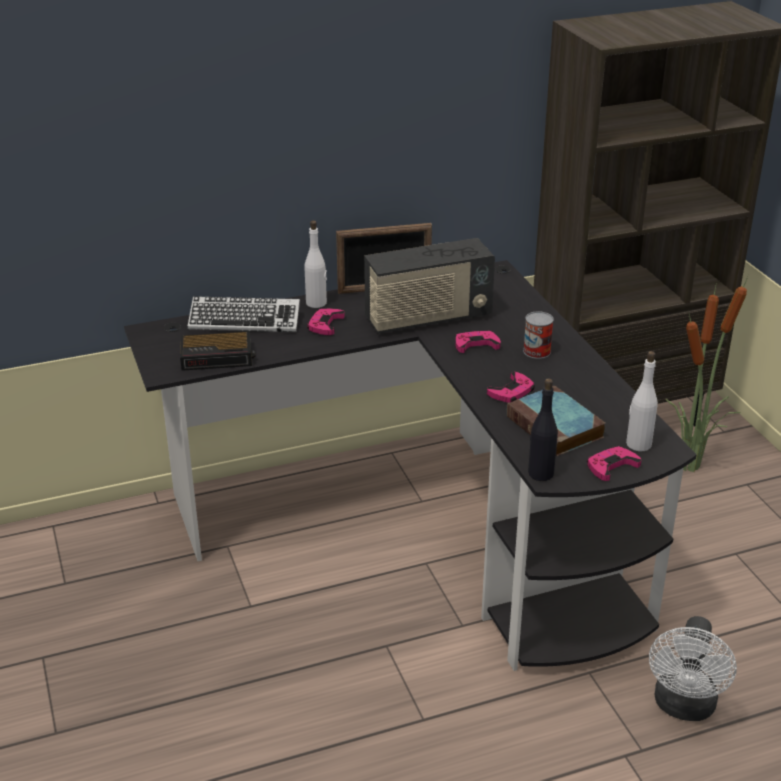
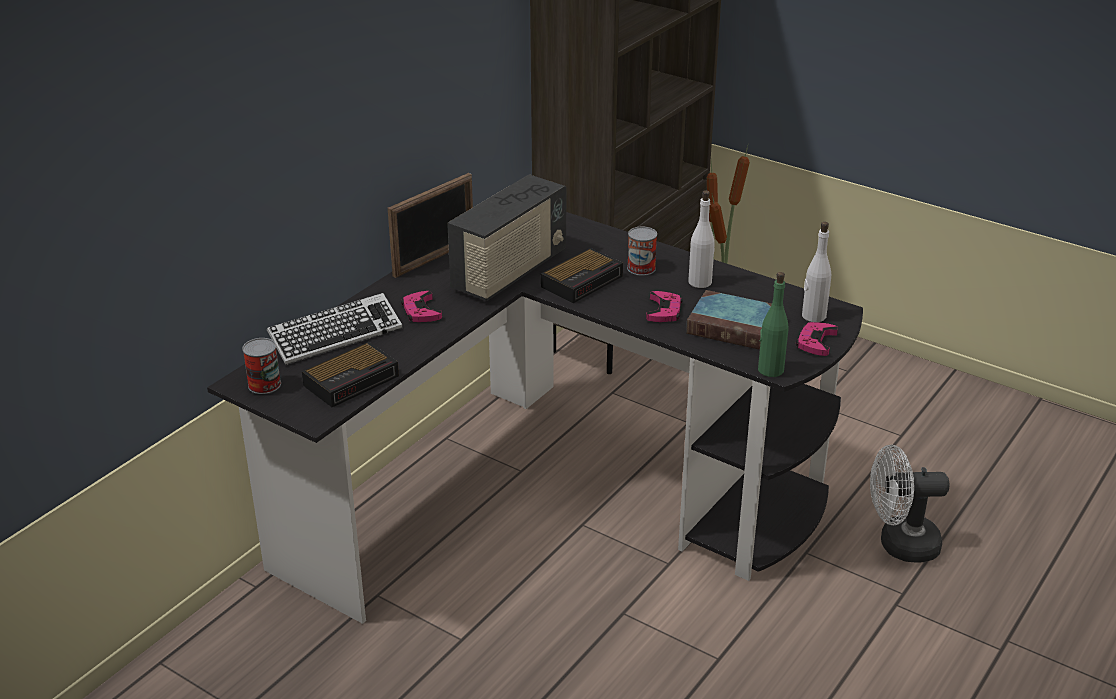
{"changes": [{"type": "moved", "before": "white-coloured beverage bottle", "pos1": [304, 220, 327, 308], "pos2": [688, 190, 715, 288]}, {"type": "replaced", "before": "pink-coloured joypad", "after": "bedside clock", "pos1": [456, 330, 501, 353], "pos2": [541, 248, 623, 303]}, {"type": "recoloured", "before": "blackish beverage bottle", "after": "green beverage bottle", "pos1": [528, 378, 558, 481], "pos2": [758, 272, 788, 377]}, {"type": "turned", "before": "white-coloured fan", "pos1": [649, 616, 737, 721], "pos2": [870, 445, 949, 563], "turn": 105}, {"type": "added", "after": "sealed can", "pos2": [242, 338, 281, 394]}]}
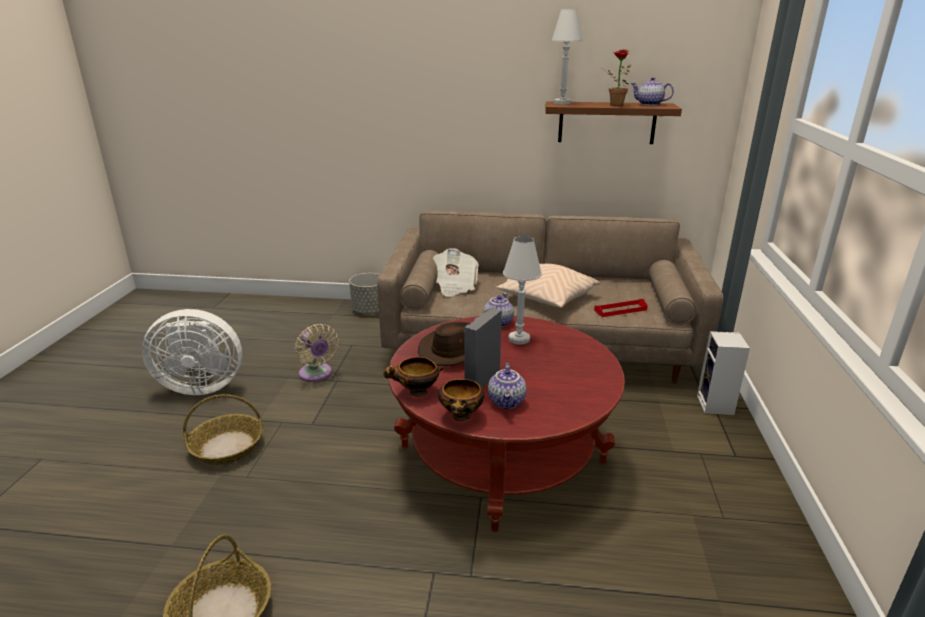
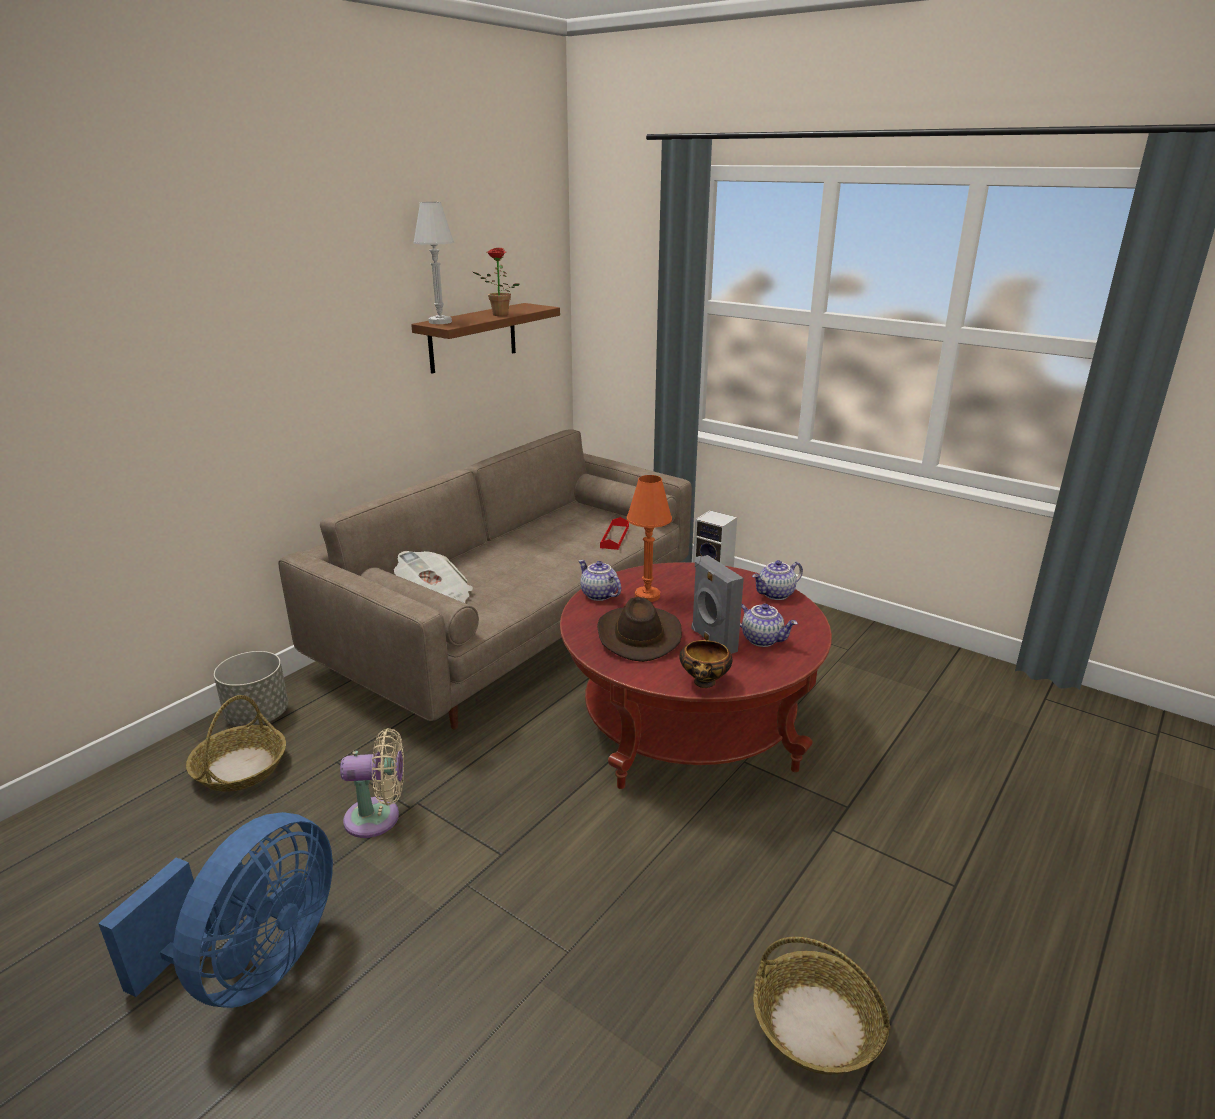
{"changes": [{"type": "moved", "before": "teapot", "pos1": [631, 77, 674, 106], "pos2": [752, 560, 803, 600]}, {"type": "recoloured", "before": "white-coloured tabletop lamp", "after": "orangey tabletop lamp", "pos1": [503, 236, 542, 345], "pos2": [627, 475, 672, 602]}, {"type": "removed", "before": "beige cushion", "pos1": [496, 264, 600, 308]}, {"type": "recoloured", "before": "white-coloured fan", "after": "bluish fan", "pos1": [142, 309, 242, 395], "pos2": [98, 812, 333, 1008]}, {"type": "removed", "before": "serving bowl", "pos1": [438, 379, 484, 421]}, {"type": "moved", "before": "household basket", "pos1": [183, 394, 263, 465], "pos2": [186, 695, 286, 792]}]}
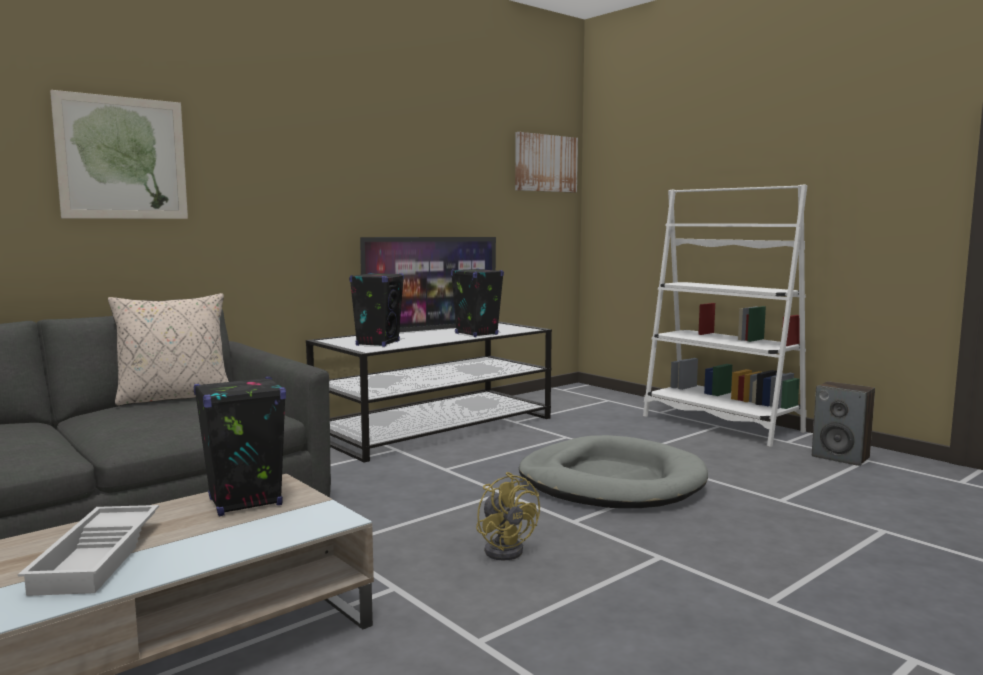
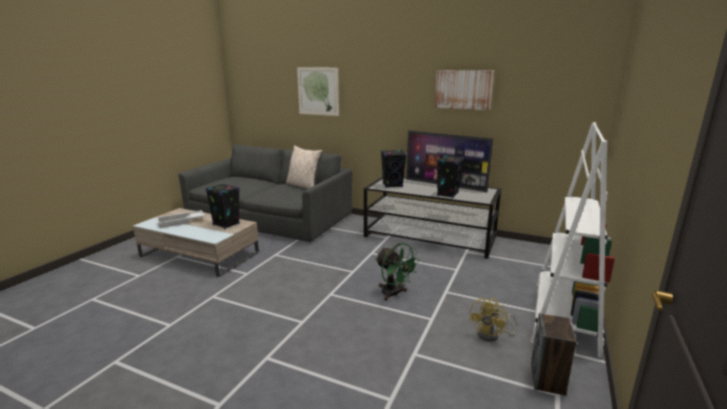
{"changes": [{"type": "moved", "before": "wall picture", "pos1": [515, 132, 578, 192], "pos2": [435, 70, 494, 110]}, {"type": "replaced", "before": "grey dog cushion", "after": "green fan", "pos1": [519, 435, 708, 508], "pos2": [375, 243, 420, 301]}, {"type": "moved", "before": "yellow fan", "pos1": [476, 472, 540, 561], "pos2": [469, 298, 517, 342]}]}
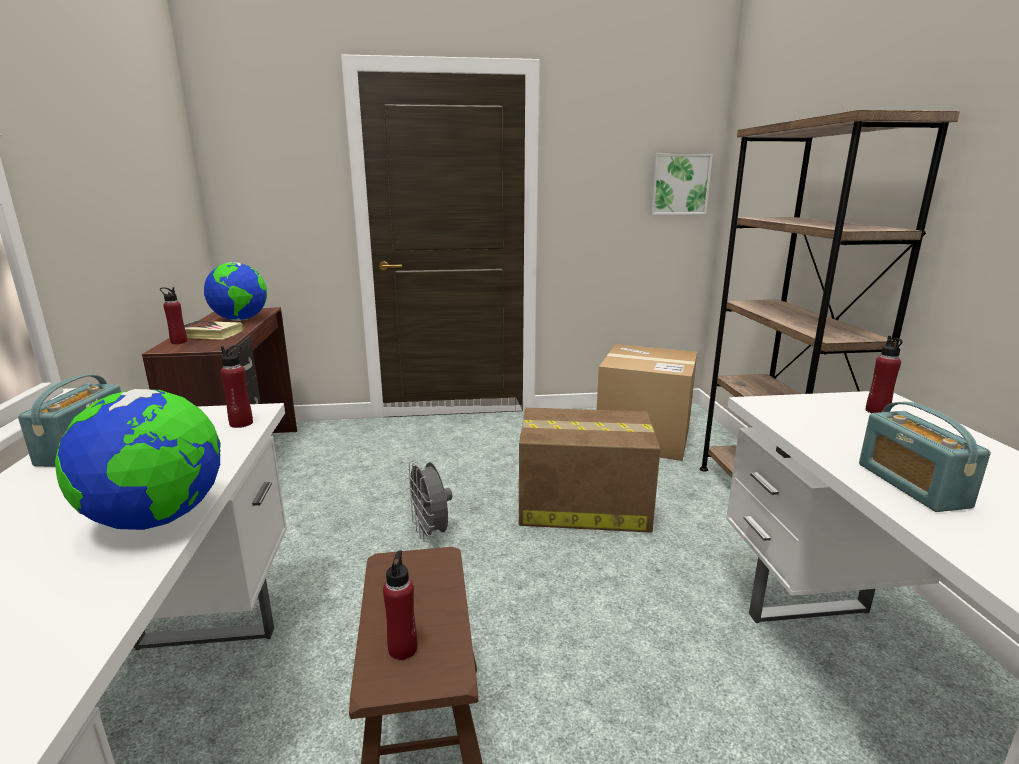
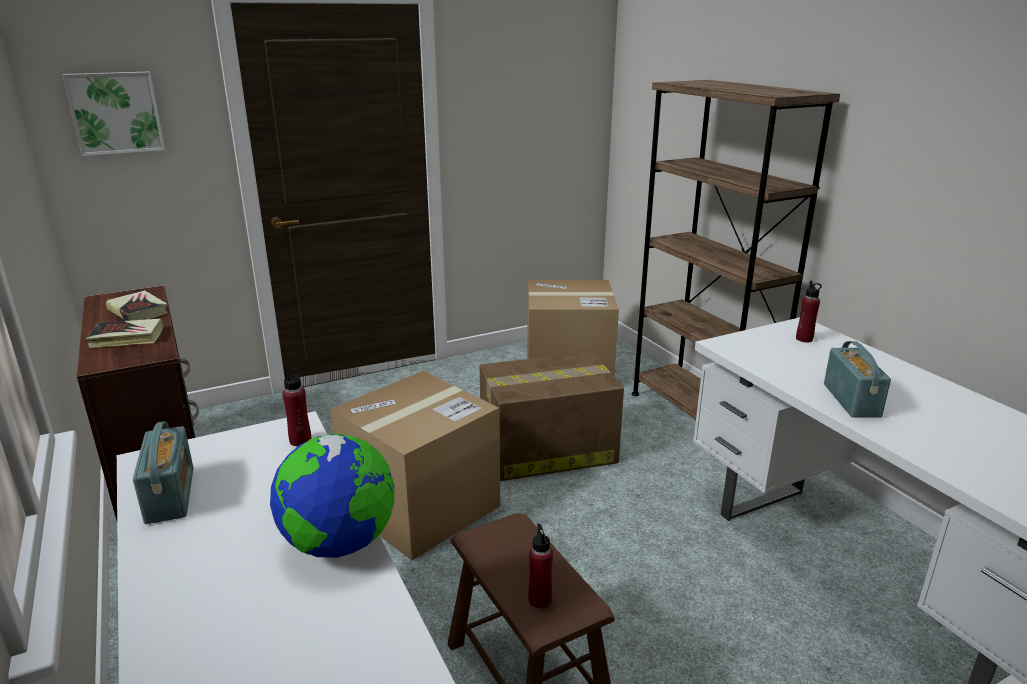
{"changes": [{"type": "moved", "before": "wall picture", "pos1": [650, 154, 713, 215], "pos2": [63, 71, 165, 156]}, {"type": "replaced", "before": "desk globe", "after": "bound book", "pos1": [204, 262, 267, 321], "pos2": [106, 290, 168, 321]}, {"type": "removed", "before": "red beverage bottle", "pos1": [160, 287, 187, 344]}, {"type": "turned", "before": "radio receiver", "pos1": [859, 402, 991, 512], "pos2": [824, 341, 891, 418], "turn": -150}, {"type": "replaced", "before": "grey fan", "after": "packing box", "pos1": [405, 460, 453, 542], "pos2": [330, 371, 500, 561]}]}
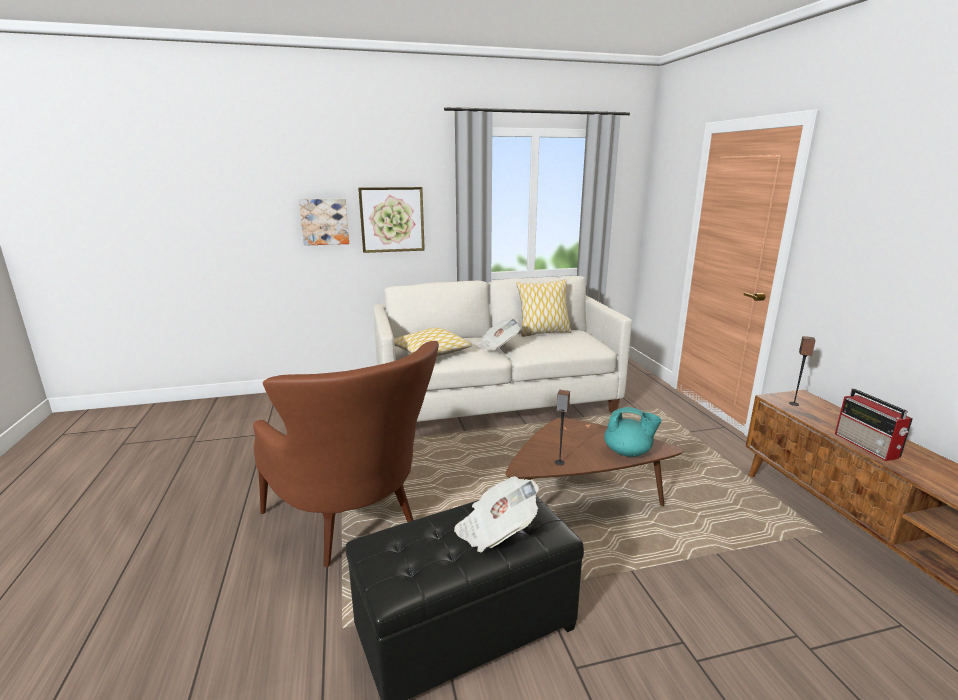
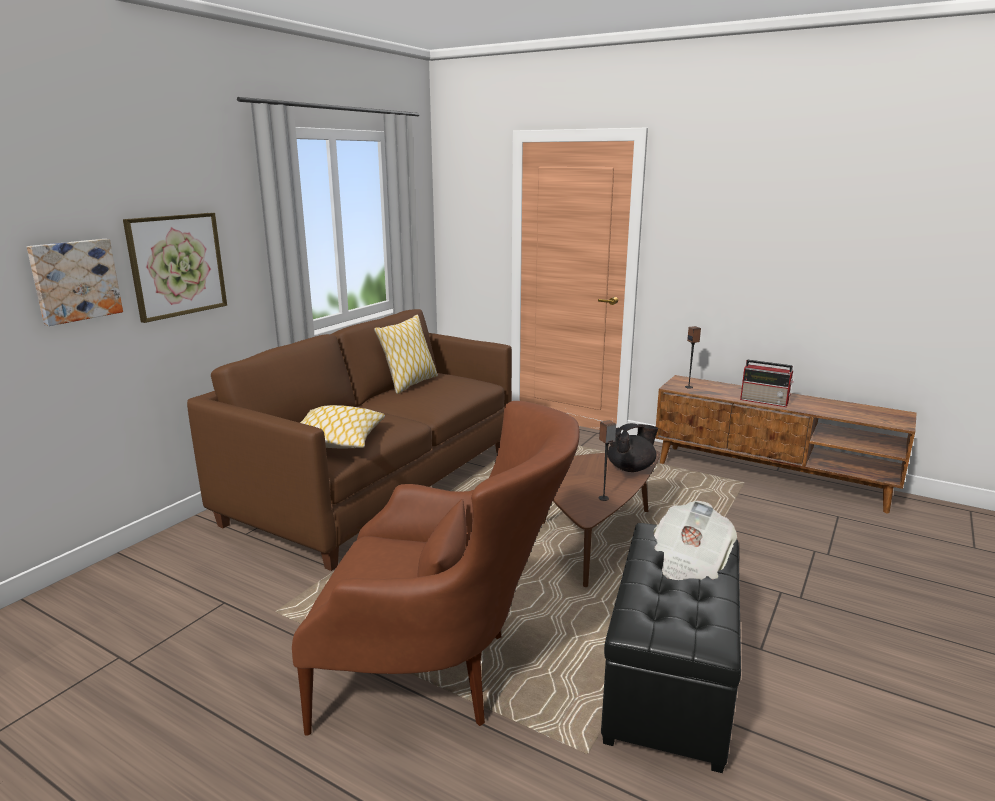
{"changes": [{"type": "recoloured", "before": "white-coloured settee", "after": "brownish settee", "pos1": [374, 276, 632, 422], "pos2": [187, 309, 512, 571]}, {"type": "removed", "before": "newspaper", "pos1": [476, 319, 520, 351]}, {"type": "recoloured", "before": "turquoise teapot", "after": "blackish teapot", "pos1": [604, 407, 662, 457], "pos2": [608, 423, 658, 472]}]}
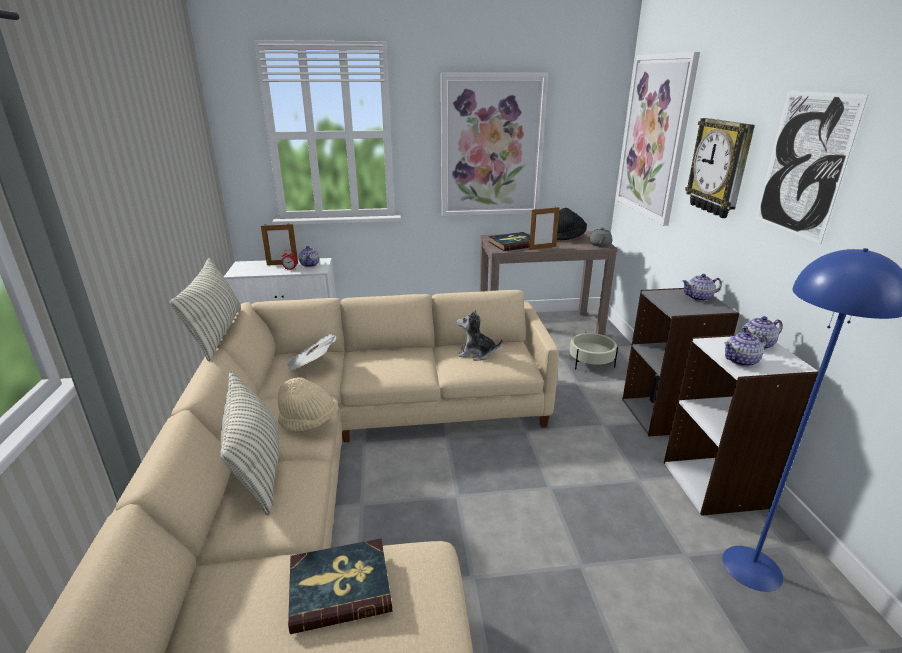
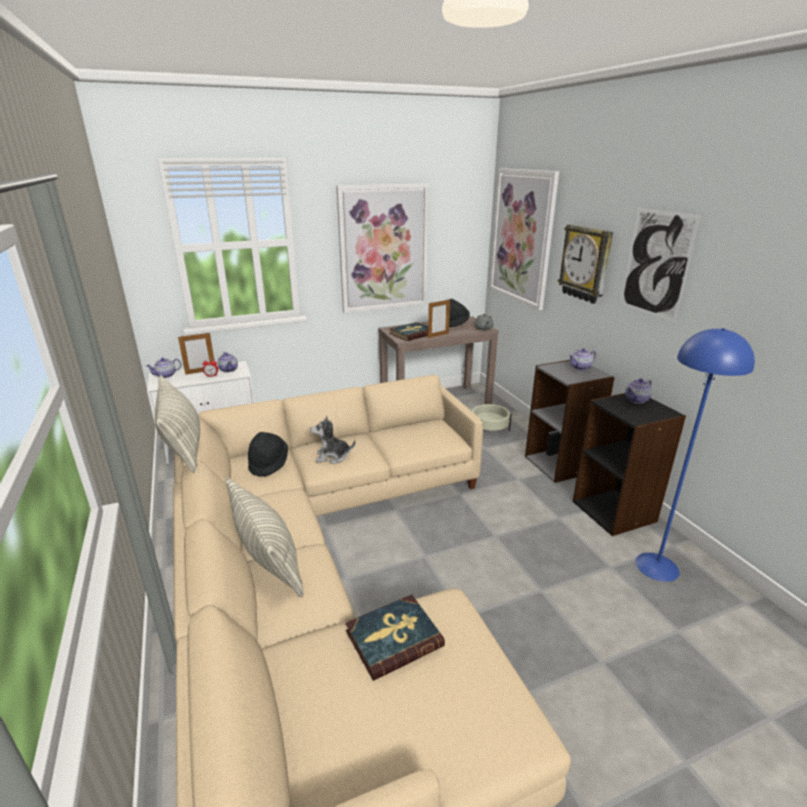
{"changes": [{"type": "moved", "before": "plush toy", "pos1": [457, 310, 503, 361], "pos2": [311, 416, 356, 464]}, {"type": "moved", "before": "teapot", "pos1": [724, 331, 767, 367], "pos2": [146, 357, 181, 378]}, {"type": "replaced", "before": "newspaper", "after": "blackish hat", "pos1": [287, 334, 336, 373], "pos2": [248, 432, 288, 477]}, {"type": "recoloured", "before": "white-coloured shelving unit", "after": "blackish shelving unit", "pos1": [664, 335, 819, 516], "pos2": [573, 393, 686, 536]}, {"type": "removed", "before": "beige hat", "pos1": [278, 377, 338, 431]}]}
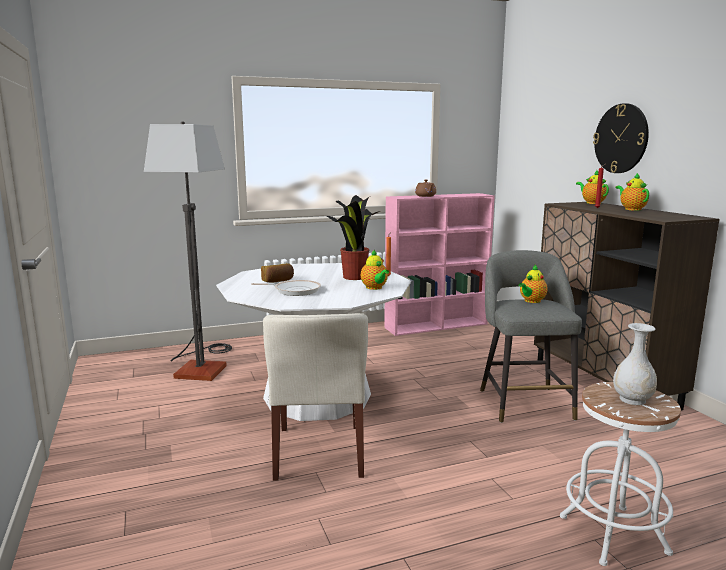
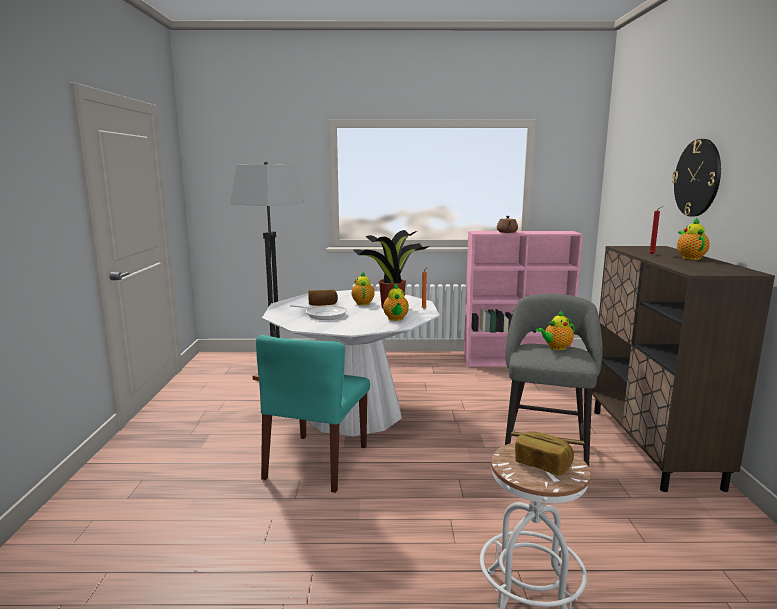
{"changes": [{"type": "moved", "before": "teapot", "pos1": [576, 170, 609, 204], "pos2": [352, 272, 375, 305]}, {"type": "recoloured", "before": "beige chair", "after": "turquoise chair", "pos1": [263, 313, 368, 481], "pos2": [256, 335, 370, 493]}, {"type": "replaced", "before": "white-coloured flower vase", "after": "baked bread", "pos1": [613, 323, 657, 405], "pos2": [515, 432, 574, 476]}]}
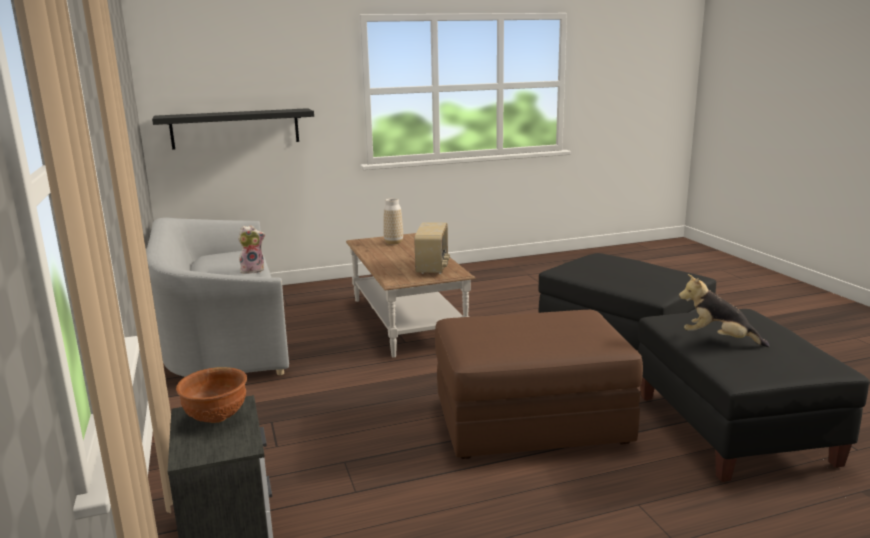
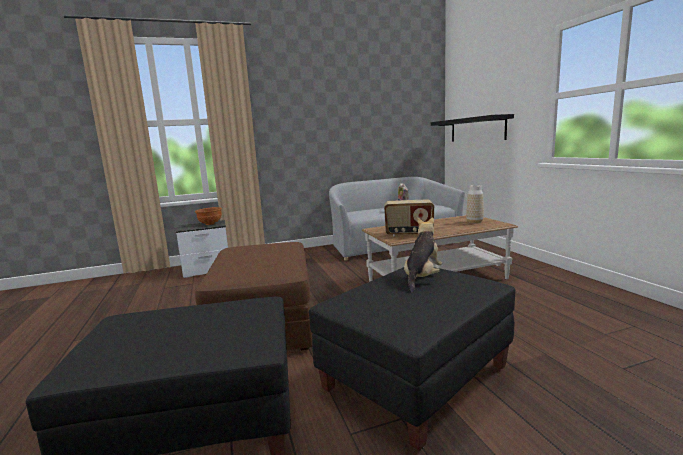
{"changes": [{"type": "moved", "before": "plush toy", "pos1": [679, 274, 770, 347], "pos2": [404, 218, 442, 293]}]}
